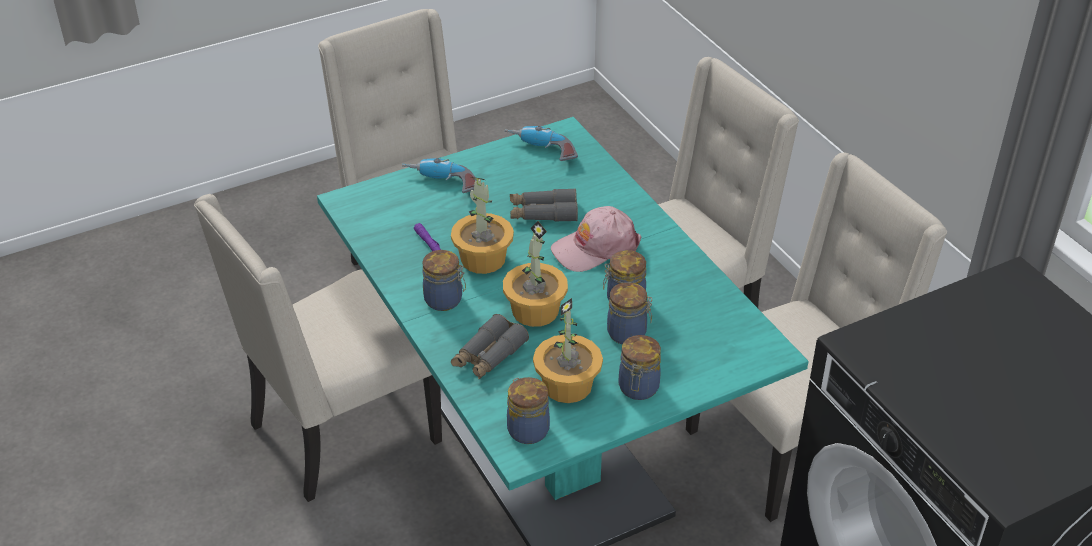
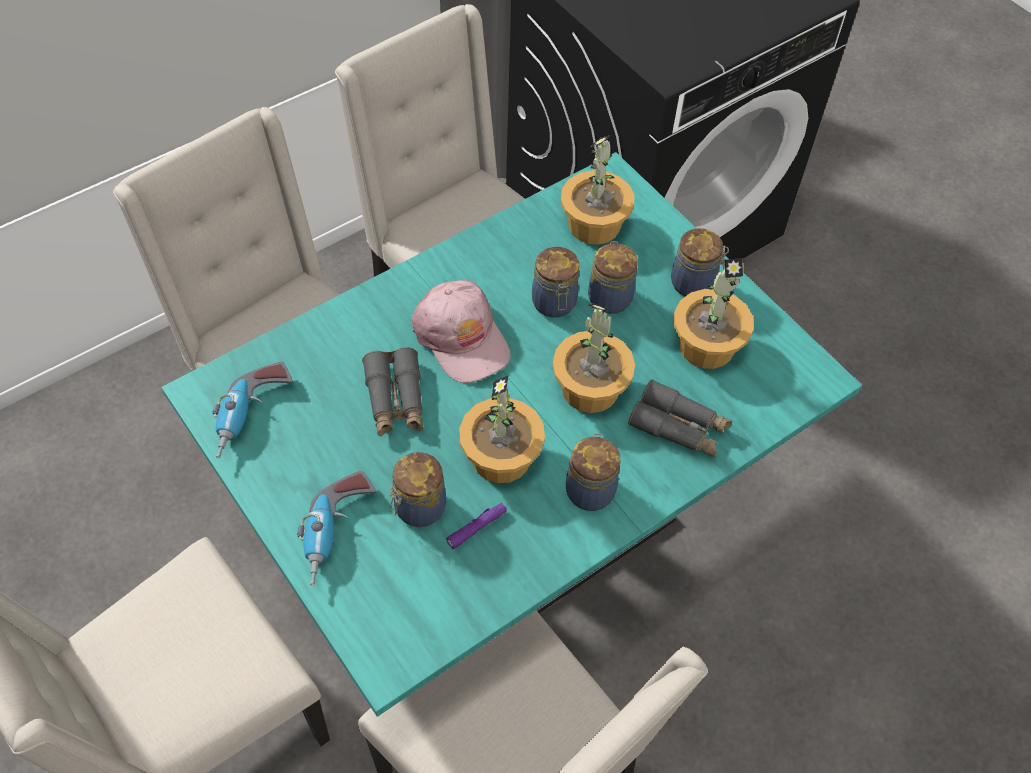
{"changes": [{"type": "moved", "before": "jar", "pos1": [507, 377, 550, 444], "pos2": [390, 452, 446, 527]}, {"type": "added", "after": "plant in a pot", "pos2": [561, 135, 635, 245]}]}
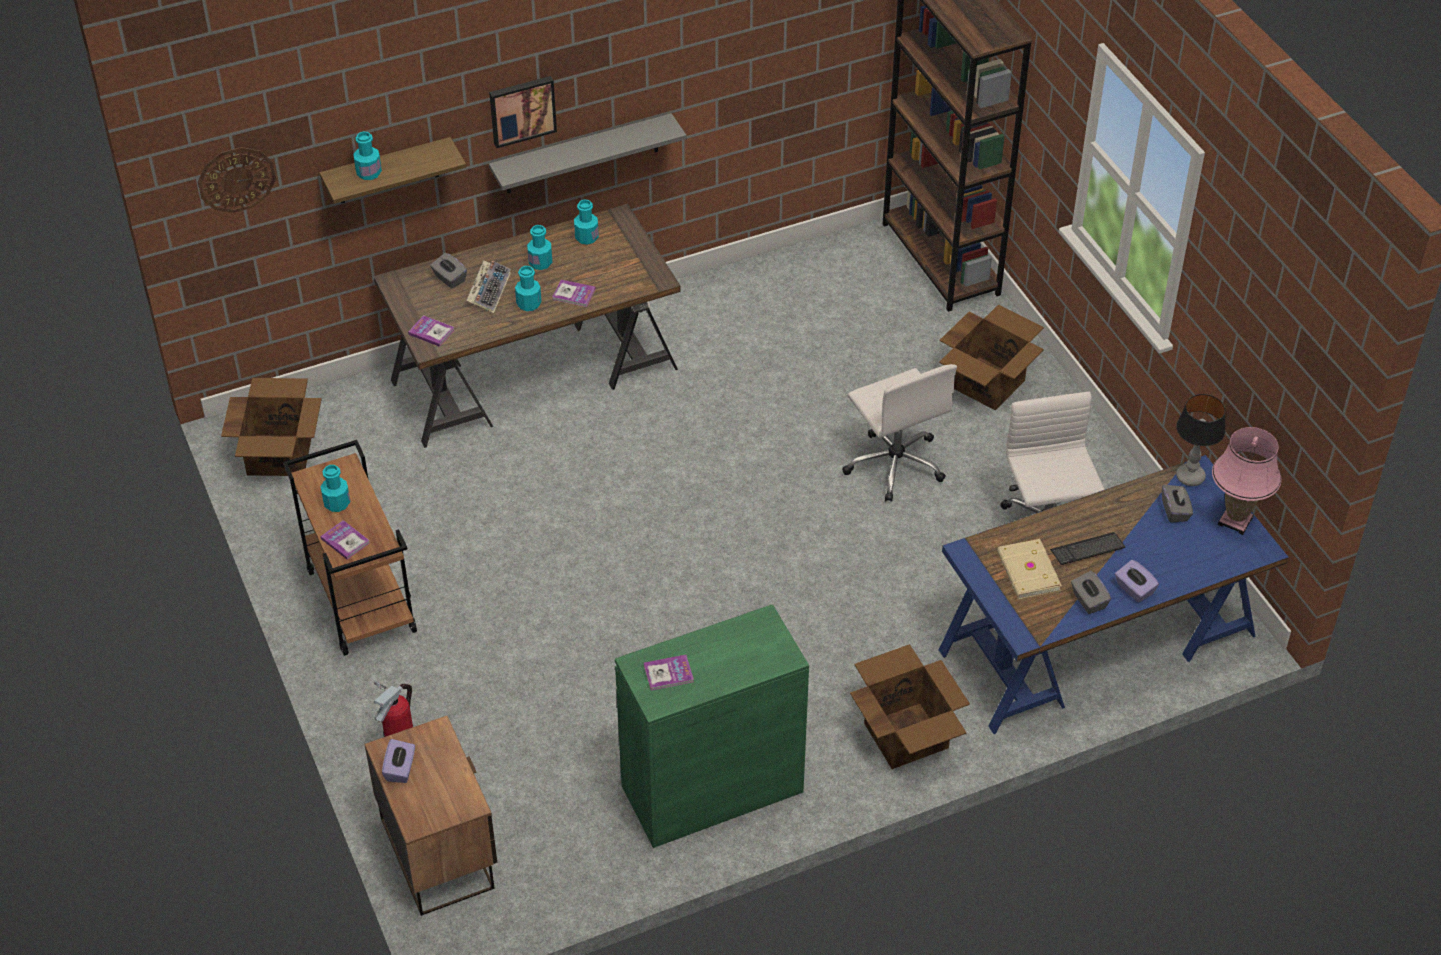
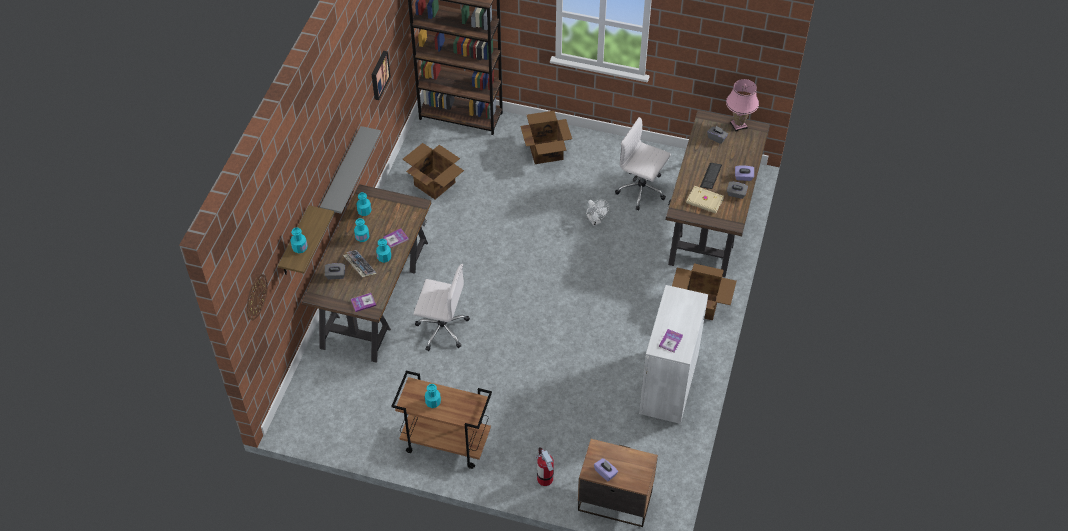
{"changes": [{"type": "moved", "before": "wall picture", "pos1": [489, 76, 557, 148], "pos2": [371, 51, 391, 100]}, {"type": "moved", "before": "white-coloured office chair", "pos1": [842, 364, 957, 502], "pos2": [414, 264, 470, 351]}, {"type": "moved", "before": "packing box", "pos1": [221, 378, 322, 476], "pos2": [403, 143, 464, 199]}, {"type": "removed", "before": "tabletop lamp", "pos1": [1176, 394, 1226, 486]}, {"type": "recoloured", "before": "bluish desk table", "after": "brownish desk table", "pos1": [939, 455, 1289, 734], "pos2": [666, 110, 770, 277]}, {"type": "removed", "before": "bound book", "pos1": [320, 520, 370, 560]}, {"type": "recoloured", "before": "green cupboard", "after": "white-coloured cupboard", "pos1": [615, 604, 809, 848], "pos2": [639, 285, 708, 424]}, {"type": "added", "after": "white-coloured fan", "pos2": [586, 200, 609, 226]}]}
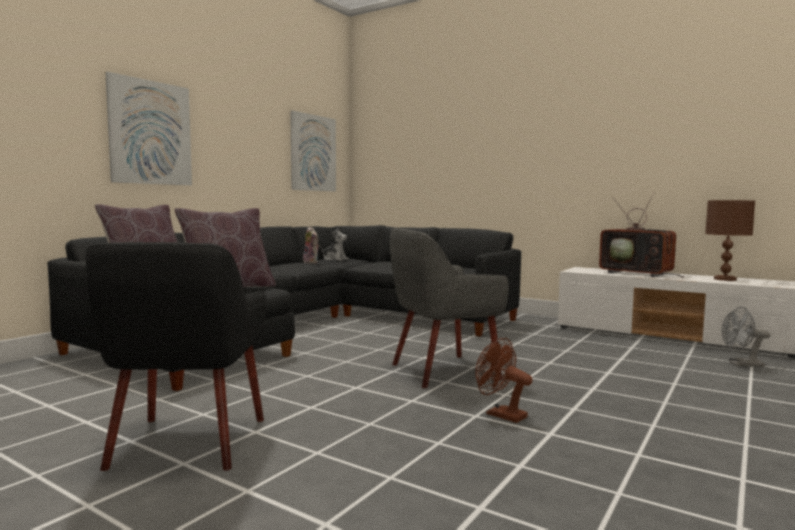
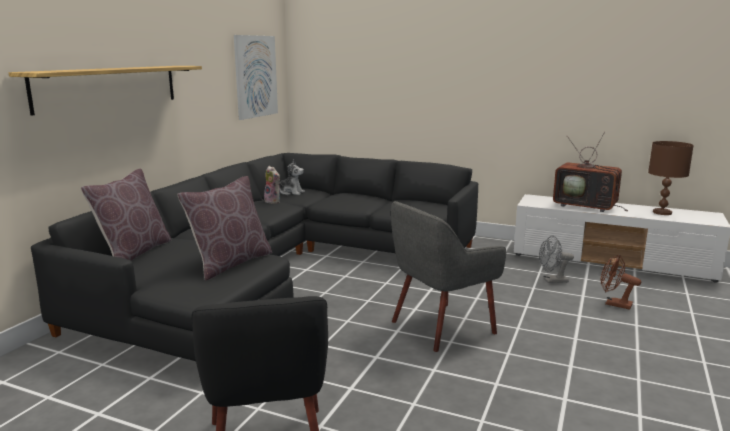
{"changes": [{"type": "replaced", "before": "wall picture", "after": "wall shelf", "pos1": [105, 72, 192, 185], "pos2": [9, 66, 202, 116]}, {"type": "moved", "before": "grey fan", "pos1": [722, 307, 771, 367], "pos2": [539, 236, 574, 283]}, {"type": "moved", "before": "brownish fan", "pos1": [475, 337, 533, 423], "pos2": [601, 254, 641, 310]}]}
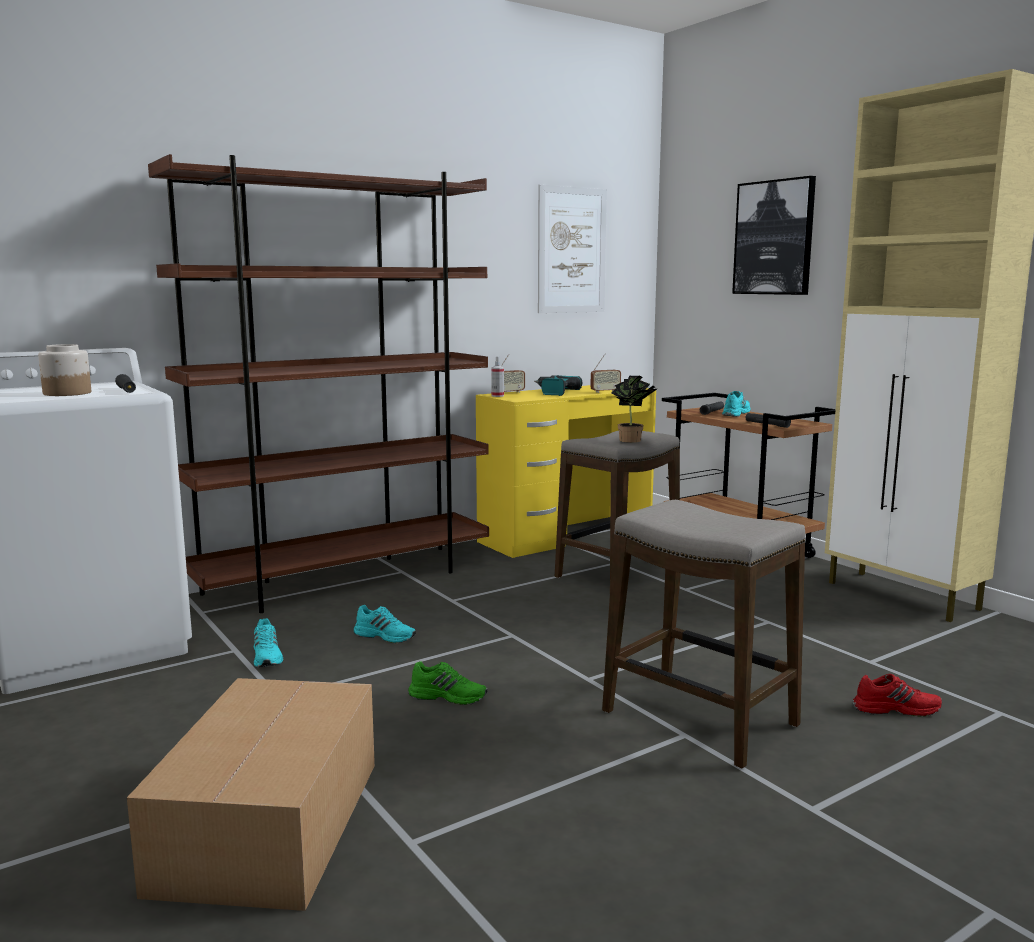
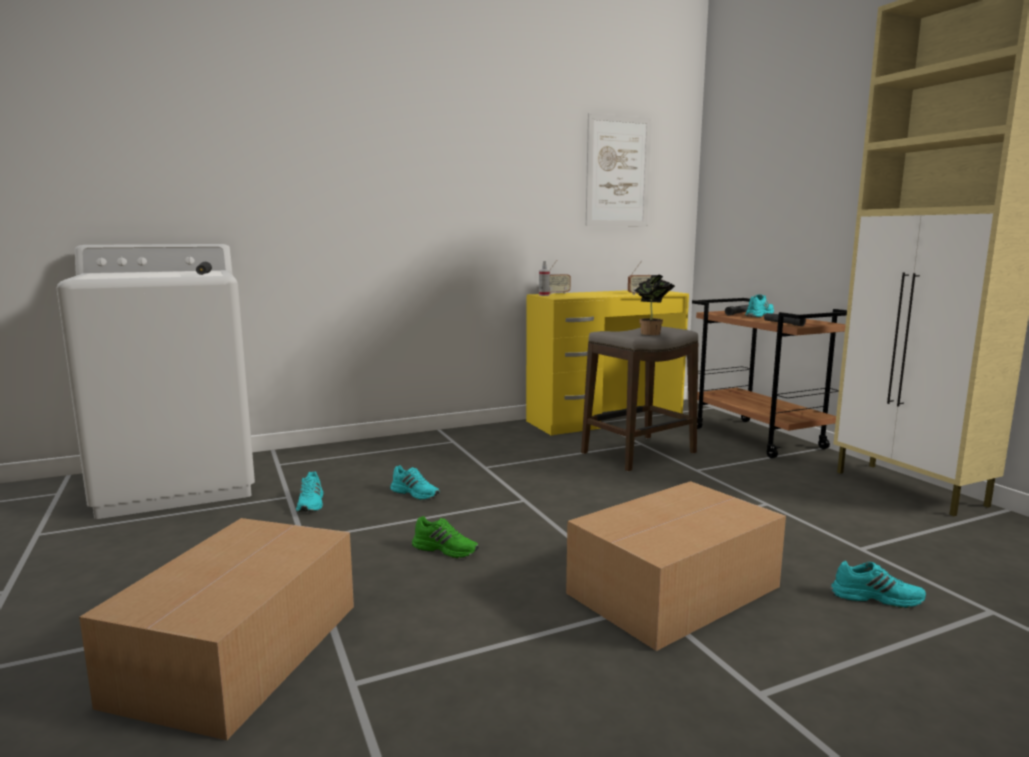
{"changes": [{"type": "removed", "before": "brownish shelving unit", "pos1": [148, 154, 489, 613]}, {"type": "removed", "before": "wall picture", "pos1": [732, 176, 816, 295]}, {"type": "removed", "before": "jar", "pos1": [38, 344, 91, 396]}, {"type": "removed", "before": "power drill", "pos1": [534, 375, 582, 396]}, {"type": "replaced", "before": "sitting stool", "after": "packing box", "pos1": [602, 500, 805, 768], "pos2": [566, 481, 786, 651]}, {"type": "recoloured", "before": "red item of footwear", "after": "turquoise item of footwear", "pos1": [852, 674, 942, 717], "pos2": [830, 561, 926, 608]}]}
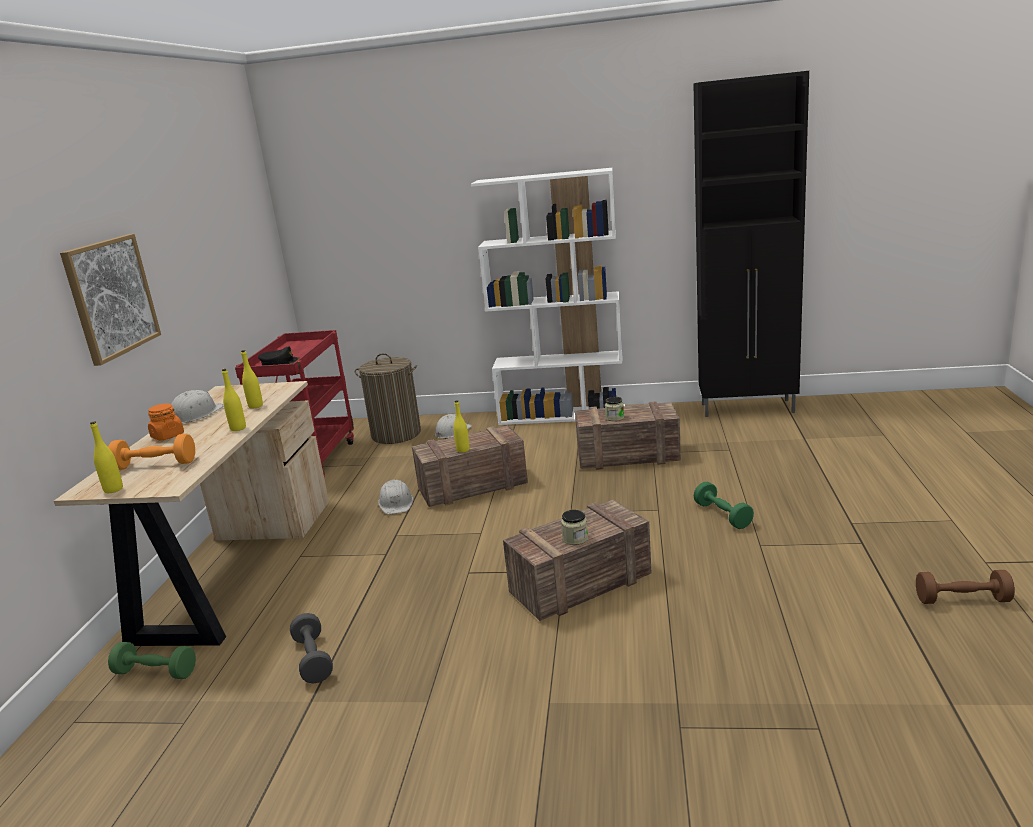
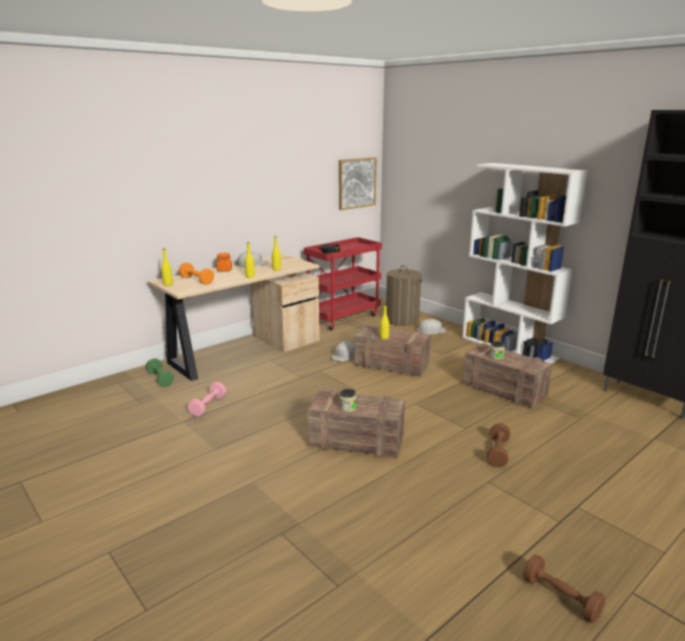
{"changes": [{"type": "moved", "before": "wall picture", "pos1": [60, 234, 161, 366], "pos2": [339, 157, 377, 210]}, {"type": "recoloured", "before": "green hand weight", "after": "brownish hand weight", "pos1": [694, 482, 754, 529], "pos2": [487, 423, 510, 467]}, {"type": "recoloured", "before": "grey hand weight", "after": "pink-coloured hand weight", "pos1": [290, 613, 333, 684], "pos2": [188, 382, 226, 416]}]}
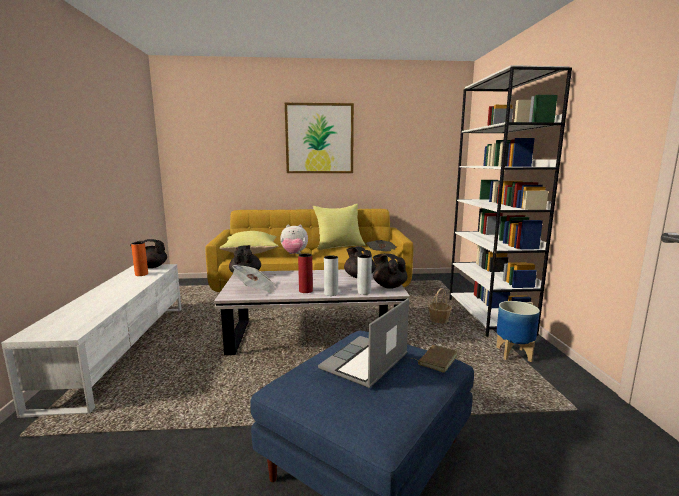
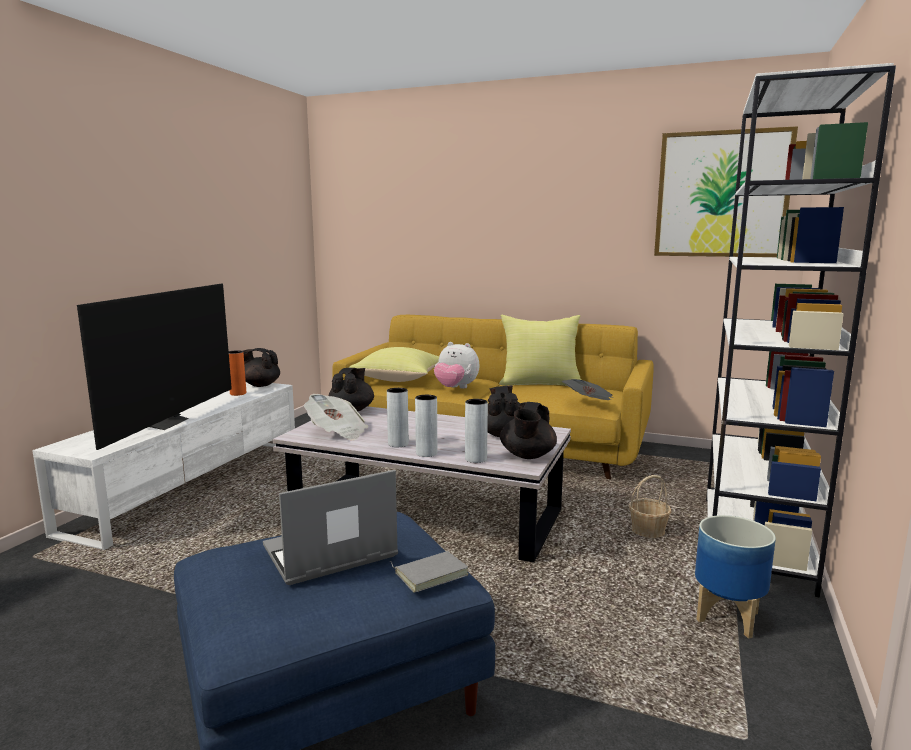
{"changes": [{"type": "moved", "before": "wall picture", "pos1": [285, 103, 354, 173], "pos2": [654, 126, 798, 257]}, {"type": "turned", "before": "blackish teapot", "pos1": [373, 253, 408, 289], "pos2": [500, 402, 557, 459], "turn": -150}, {"type": "recoloured", "before": "red flower vase", "after": "grey flower vase", "pos1": [298, 254, 313, 293], "pos2": [387, 388, 409, 447]}, {"type": "recoloured", "before": "brownish bound book", "after": "grey bound book", "pos1": [410, 345, 458, 373], "pos2": [389, 551, 469, 593]}, {"type": "added", "after": "television", "pos2": [77, 284, 232, 450]}]}
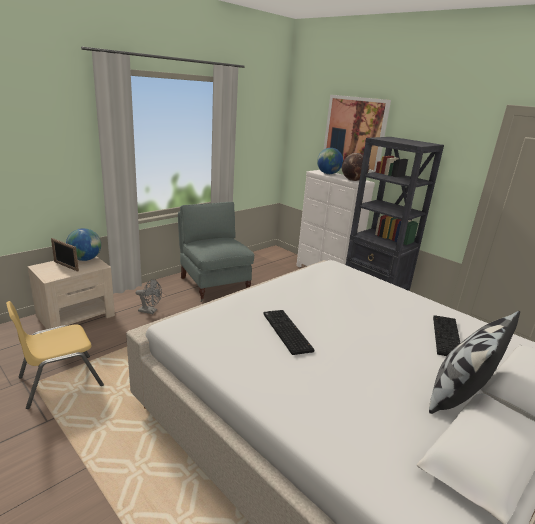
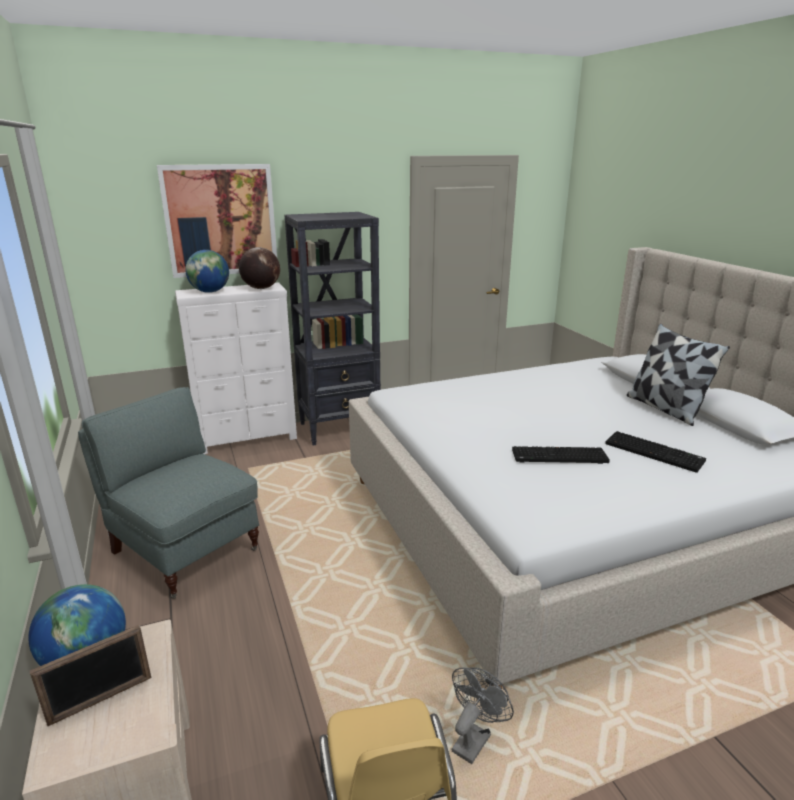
{"changes": [{"type": "turned", "before": "grey lounge chair", "pos1": [178, 202, 254, 302], "pos2": [78, 387, 259, 599], "turn": 45}, {"type": "moved", "before": "grey fan", "pos1": [136, 279, 162, 314], "pos2": [452, 667, 514, 764]}, {"type": "moved", "before": "keyboard", "pos1": [433, 315, 460, 356], "pos2": [605, 431, 706, 473]}]}
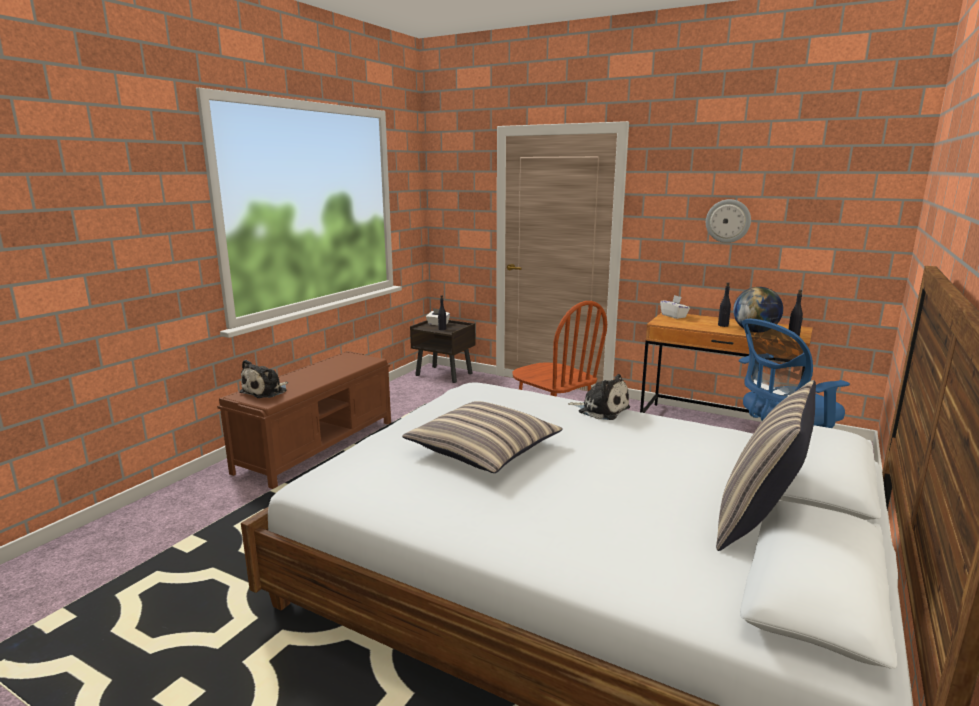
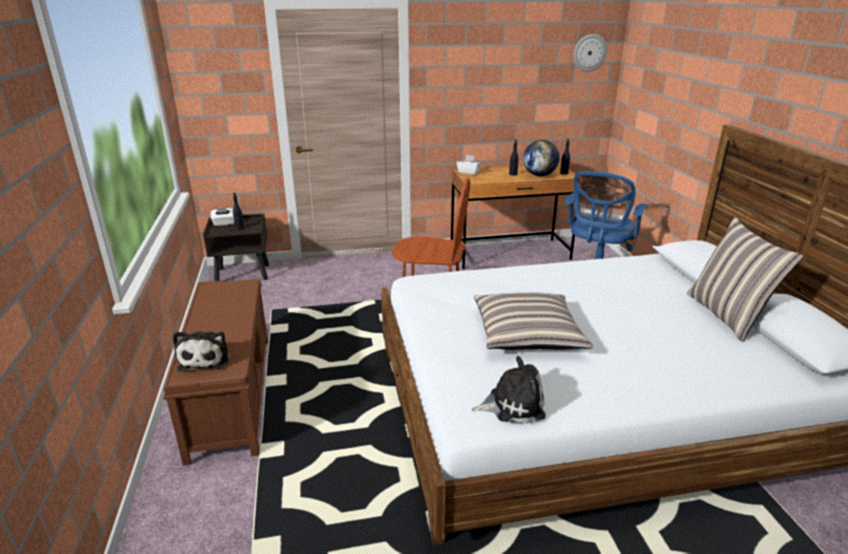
{"changes": [{"type": "moved", "before": "clock on the wall", "pos1": [706, 199, 751, 243], "pos2": [574, 34, 607, 72]}, {"type": "moved", "before": "plush toy", "pos1": [568, 374, 630, 420], "pos2": [472, 356, 546, 424]}]}
